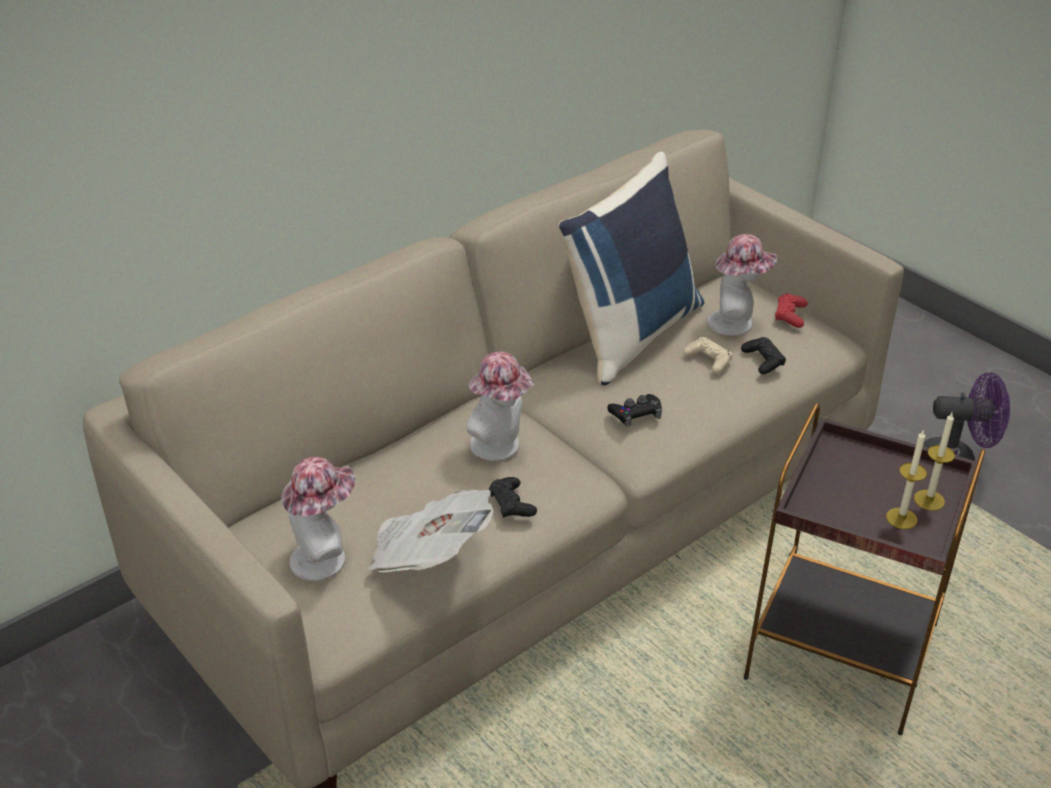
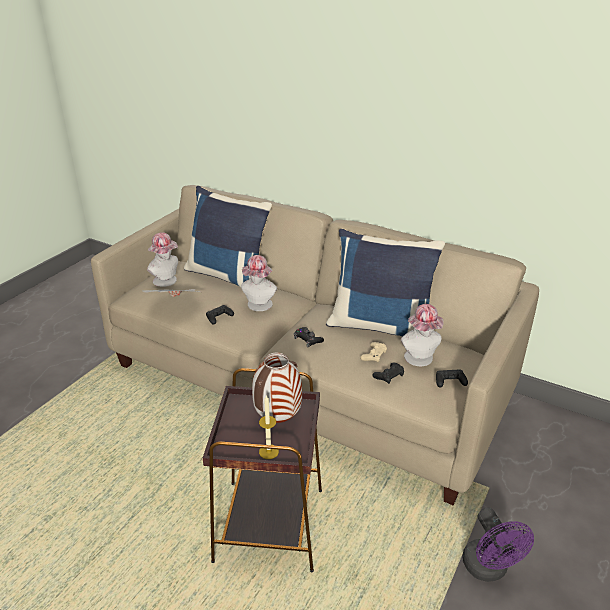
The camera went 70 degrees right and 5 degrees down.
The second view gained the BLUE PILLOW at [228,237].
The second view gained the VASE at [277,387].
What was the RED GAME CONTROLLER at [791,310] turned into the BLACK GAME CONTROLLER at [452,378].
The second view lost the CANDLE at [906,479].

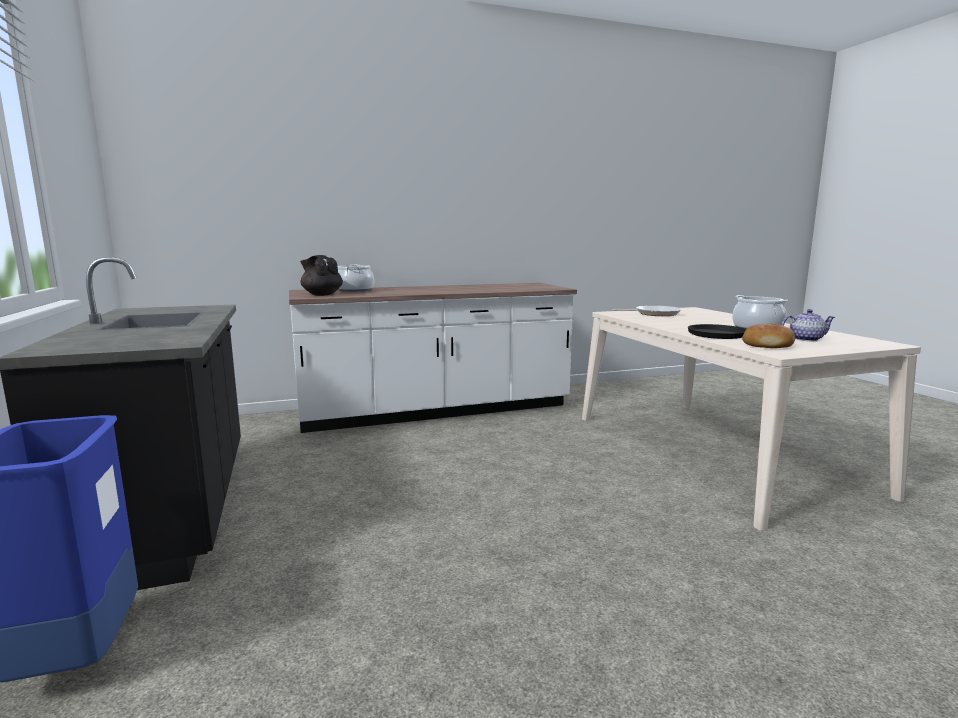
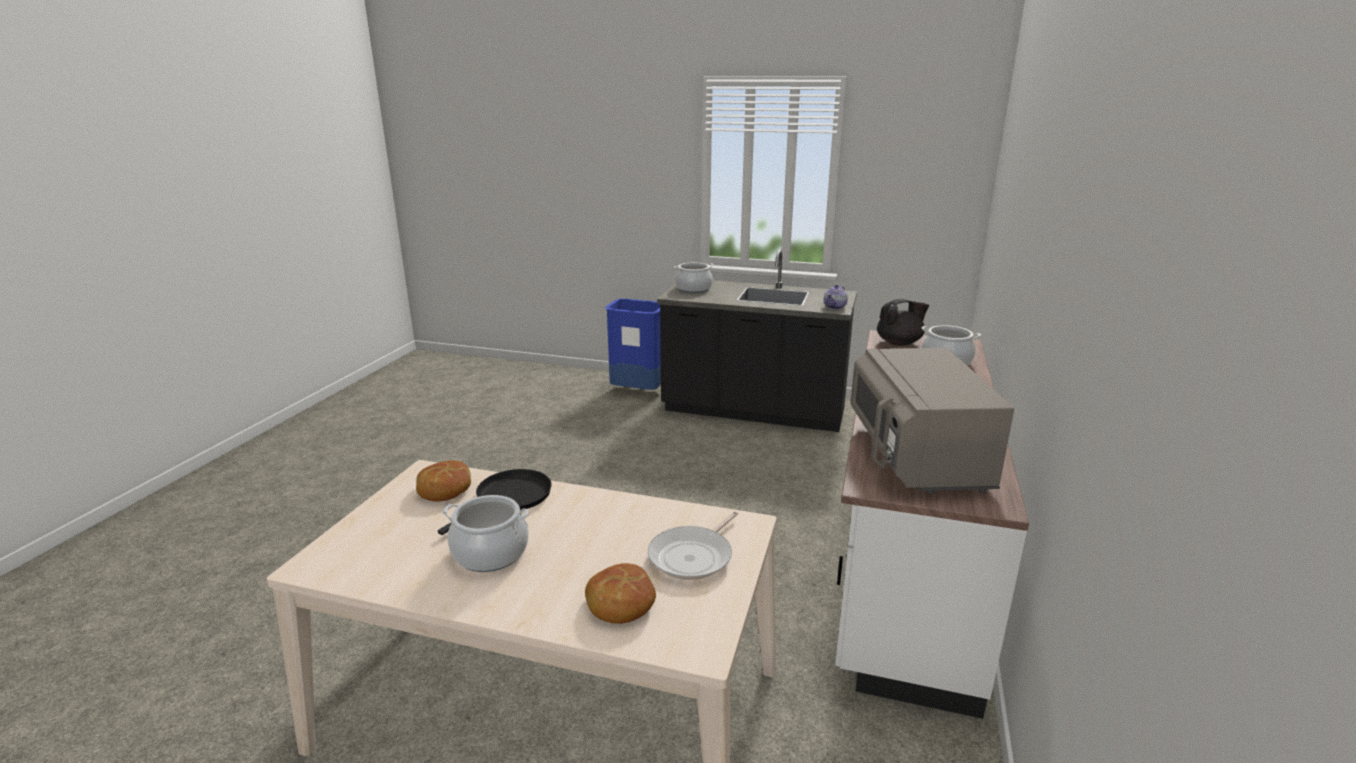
The camera went 125 degrees right and 10 degrees up.
The second view gained the BREAD at [620,593].
The second view gained the COOKING POT at [694,278].
The TEAPOT ended up elsewhere, having gone from [808,325] to [836,297].
The second view gained the GREY MICROWAVE at [932,421].

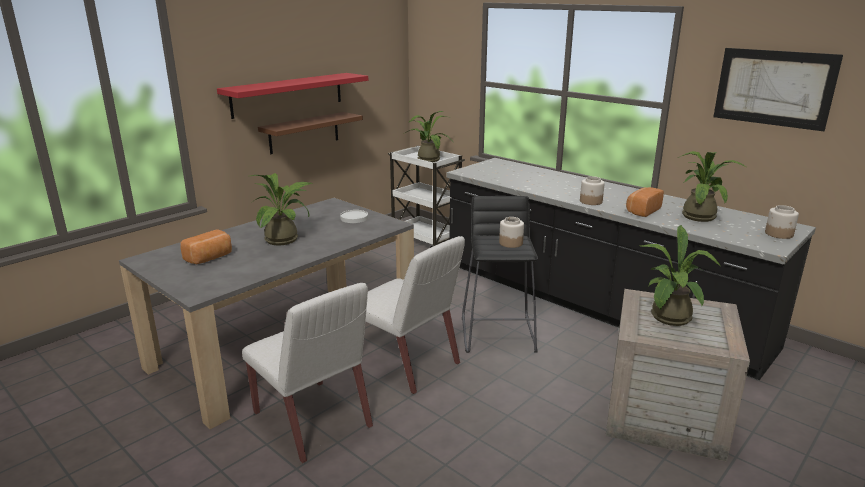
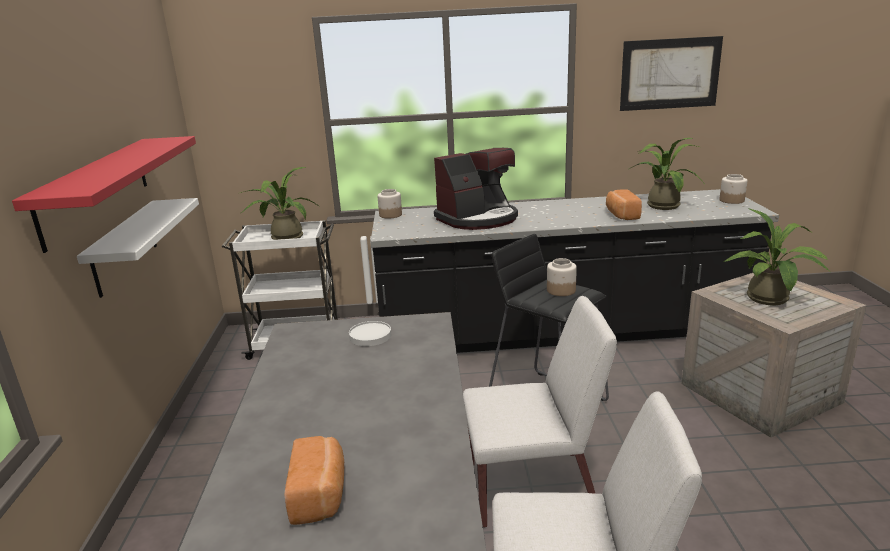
The camera went 45 degrees left and 0 degrees up.
What was the BROWN SHELF at [310,133] turned into the WHITE SHELF at [138,248].
The JAR ended up elsewhere, having gone from [592,190] to [389,204].
The second view gained the COFFEE MACHINE at [476,189].
The second view lost the POTTED PLANT at [282,209].

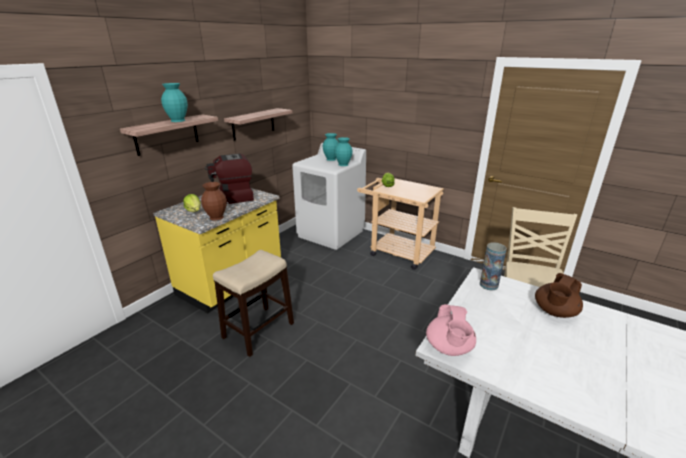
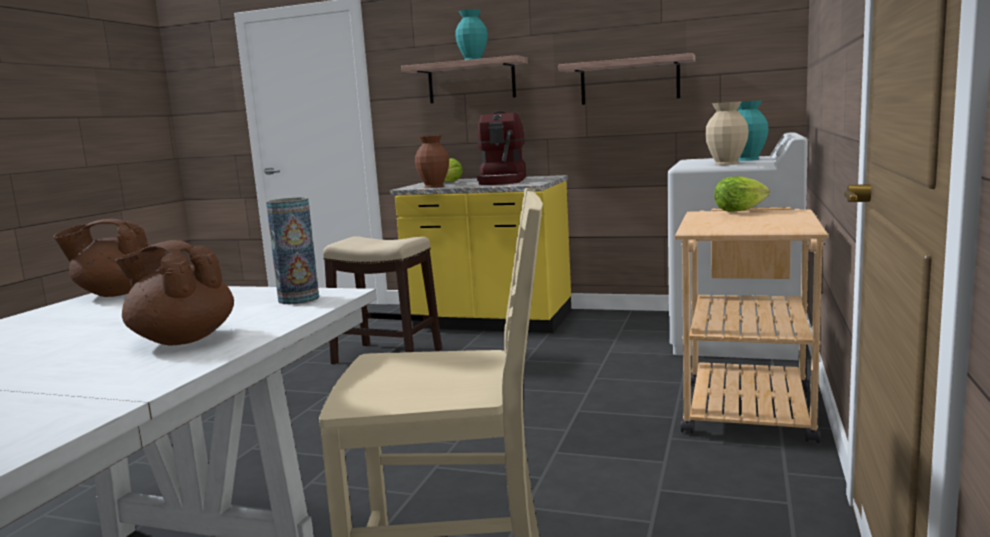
The camera went 75 degrees right and 15 degrees down.
What was the PINK TEAPOT at [451,330] turned into the BROWN TEAPOT at [100,258].
The COFFEE MACHINE at [229,179] ended up facing another way, 135 degrees counterclockwise from before.
What was the TURQUOISE VASE at [344,151] turned into the BEIGE VASE at [727,133].

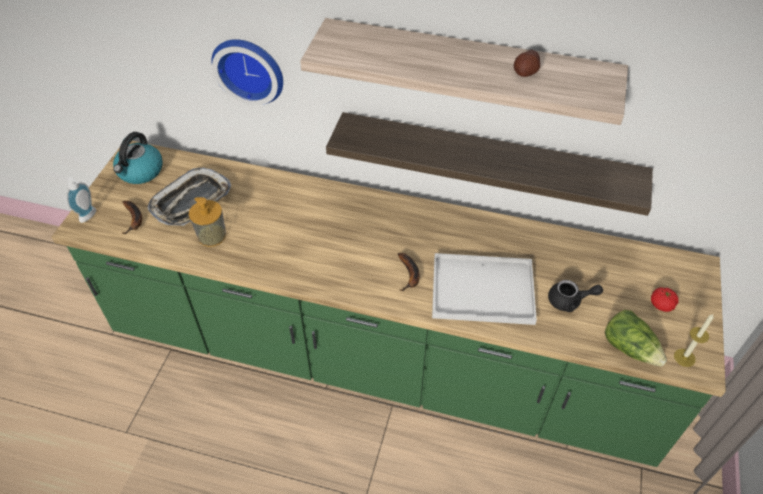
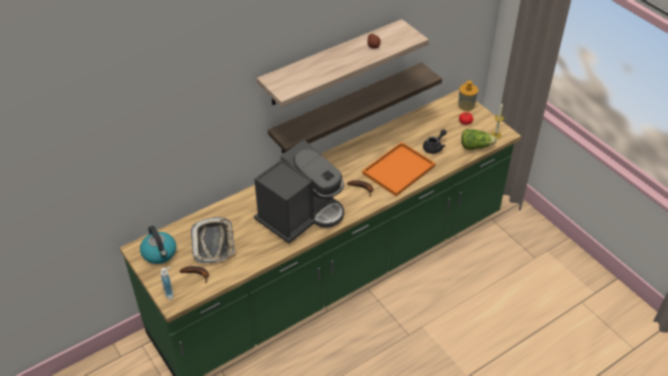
The camera went 50 degrees left and 5 degrees down.
The second view gained the COFFEE MACHINE at [299,191].
What was the WHITE TRAY at [484,289] turned into the ORANGE TRAY at [399,169].
The SOAP DISPENSER ended up elsewhere, having gone from [207,222] to [468,95].
The second view lost the WALL CLOCK at [247,72].

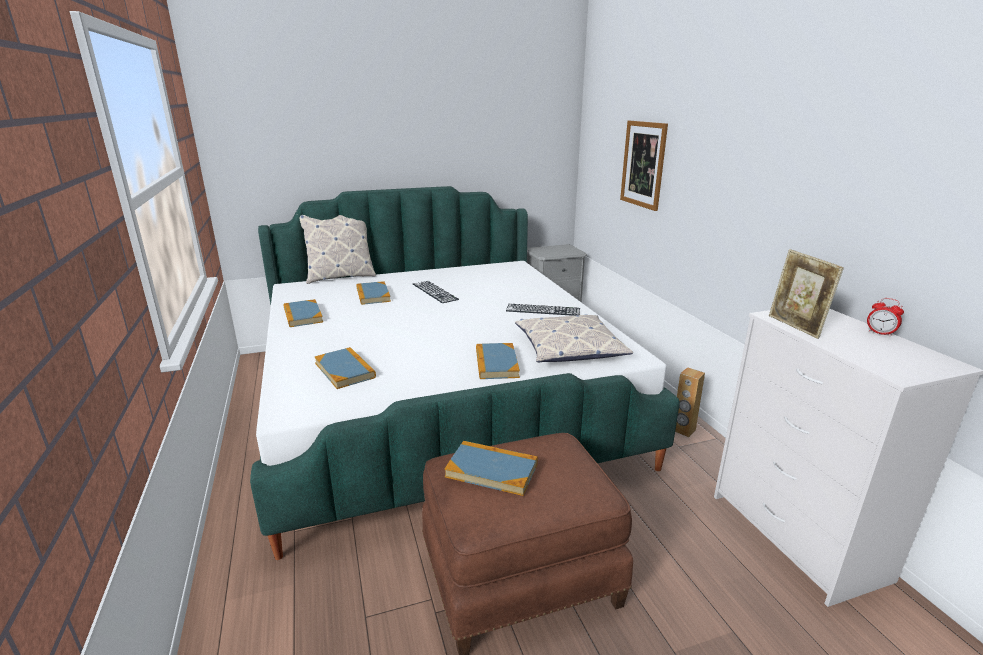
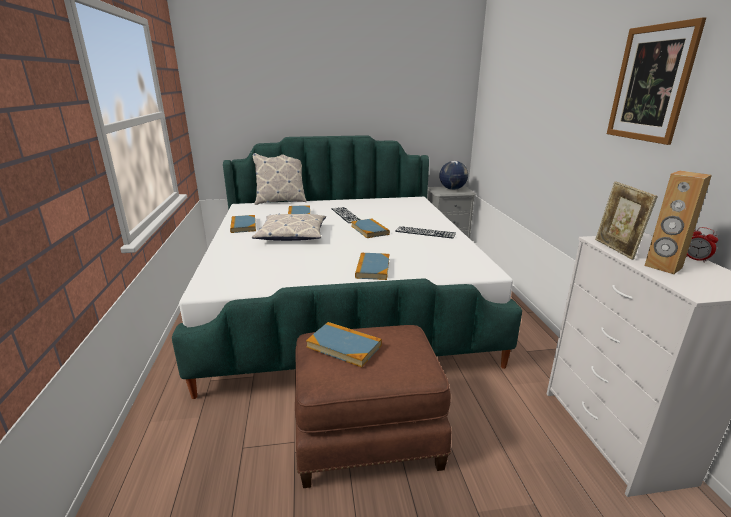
The camera went 10 degrees right and 0 degrees up.
The PILLOW ended up elsewhere, having gone from [574,338] to [289,227].
The BOOK ended up elsewhere, having gone from [345,368] to [370,228].
The second view gained the GLOBE at [453,175].
The PICTURE ended up elsewhere, having gone from [644,166] to [656,81].
The BROWN SPEAKER ended up elsewhere, having gone from [690,402] to [678,222].

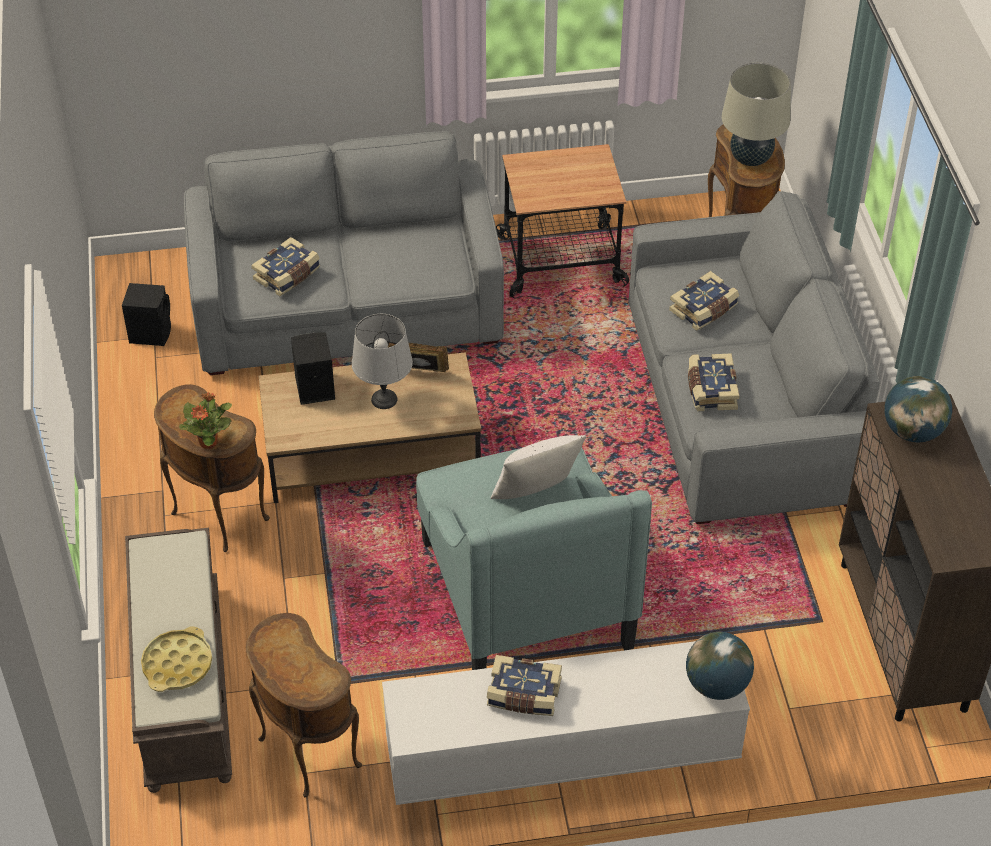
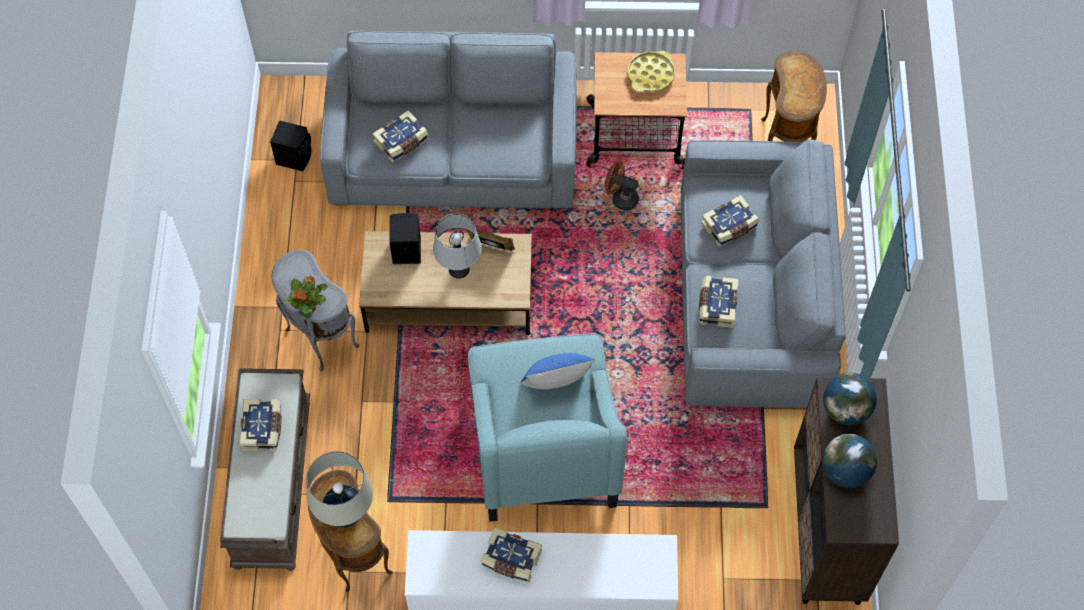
The camera went 10 degrees right and 15 degrees up.
The second view gained the BOOK at [260,425].
What was the BROWN SIDE TABLE at [212,468] turned into the GREY SIDE TABLE at [316,310].
The BEIGE TABLE LAMP ended up elsewhere, having gone from [756,114] to [339,489].
What was the WHITE PILLOW at [538,467] turned into the BLUE PILLOW at [557,371].
The second view gained the BROWN FAN at [622,185].
The YELLOW TRAY ended up elsewhere, having gone from [176,659] to [651,71].
The GLOBE ended up elsewhere, having gone from [720,666] to [849,461].

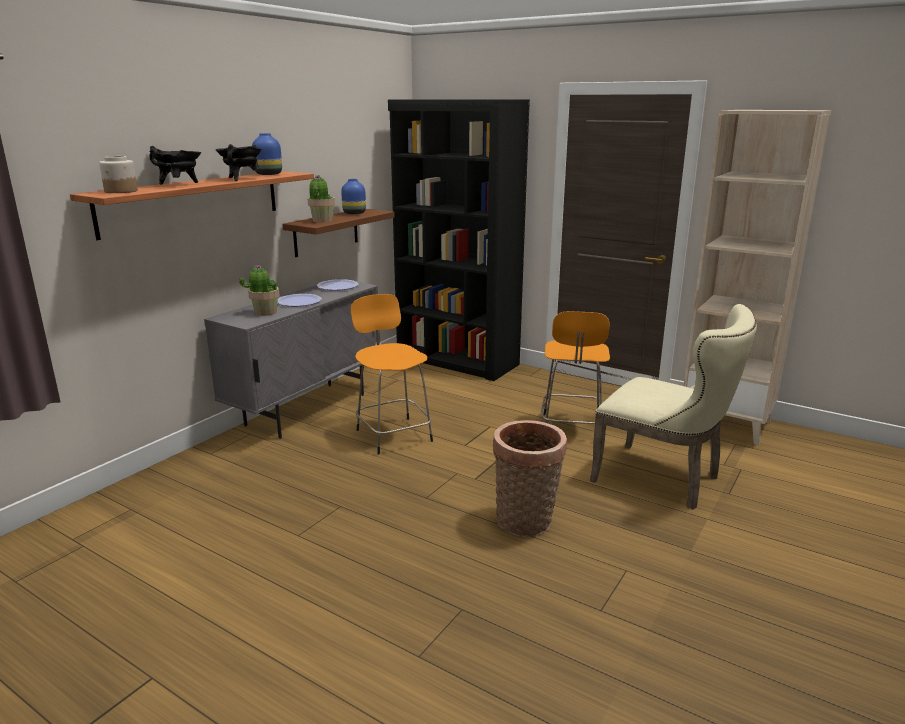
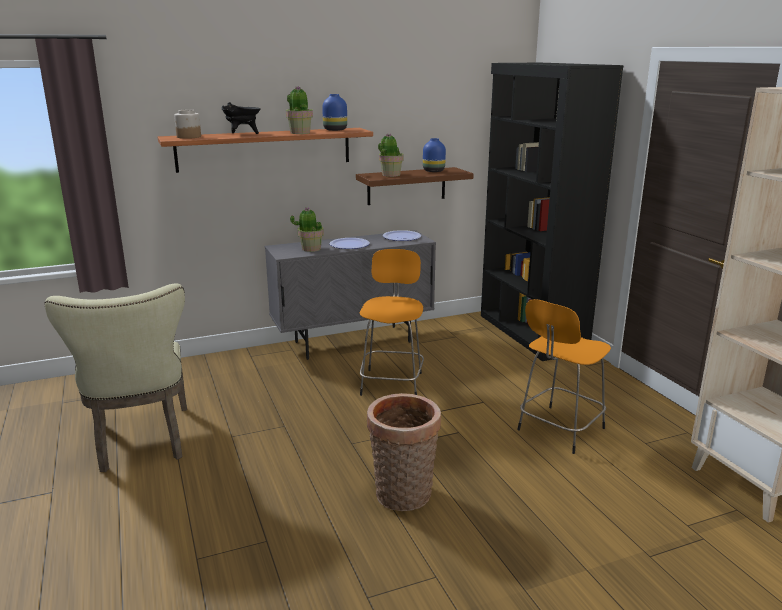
The camera went 35 degrees right and 0 degrees up.
The BEIGE CHAIR ended up elsewhere, having gone from [673,406] to [115,377].
Where the BLACK COOKING POT stood at [239,162], the POTTED PLANT came to stand at [299,110].

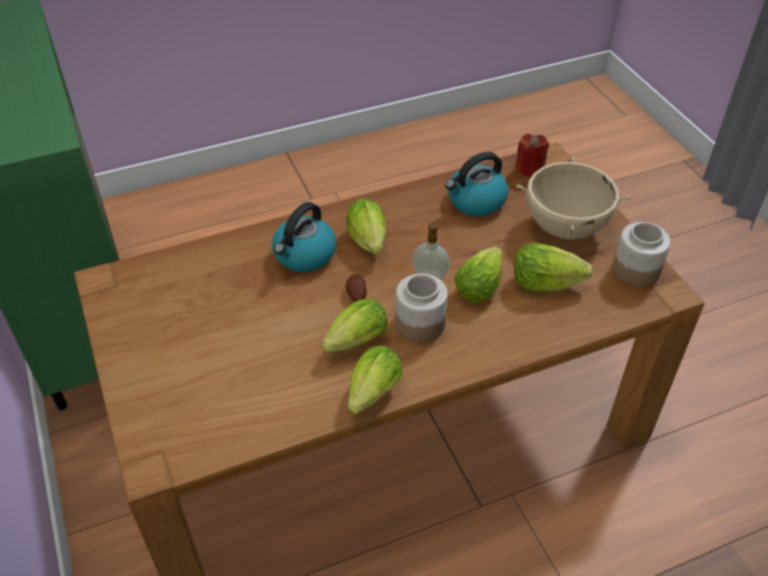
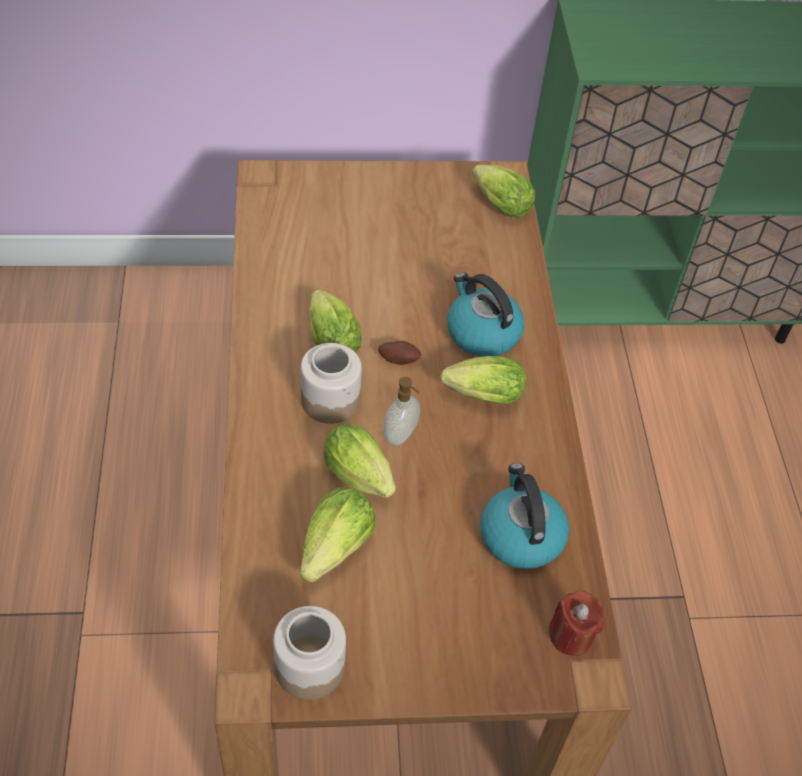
The camera went 105 degrees right and 5 degrees up.
The LETTUCE ended up elsewhere, having gone from [375,379] to [503,191].
The second view lost the BEIGE COOKING POT at [573,197].

